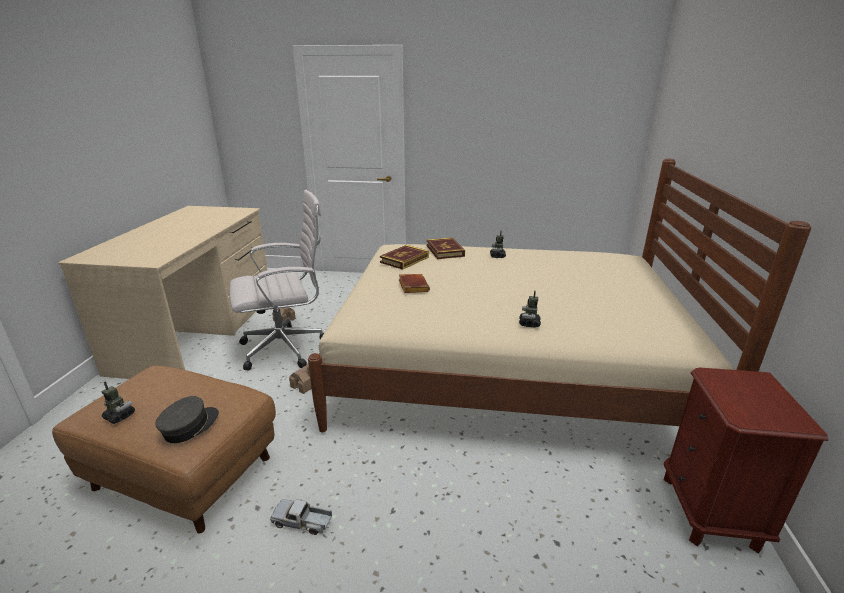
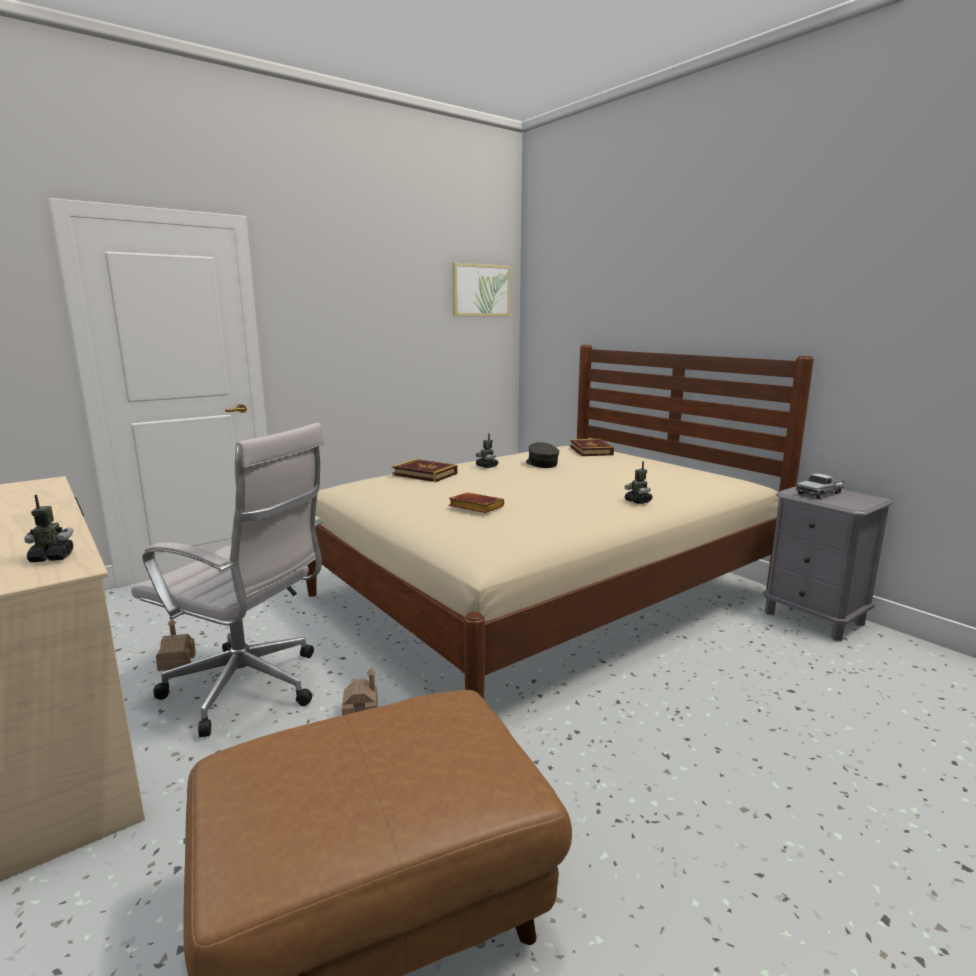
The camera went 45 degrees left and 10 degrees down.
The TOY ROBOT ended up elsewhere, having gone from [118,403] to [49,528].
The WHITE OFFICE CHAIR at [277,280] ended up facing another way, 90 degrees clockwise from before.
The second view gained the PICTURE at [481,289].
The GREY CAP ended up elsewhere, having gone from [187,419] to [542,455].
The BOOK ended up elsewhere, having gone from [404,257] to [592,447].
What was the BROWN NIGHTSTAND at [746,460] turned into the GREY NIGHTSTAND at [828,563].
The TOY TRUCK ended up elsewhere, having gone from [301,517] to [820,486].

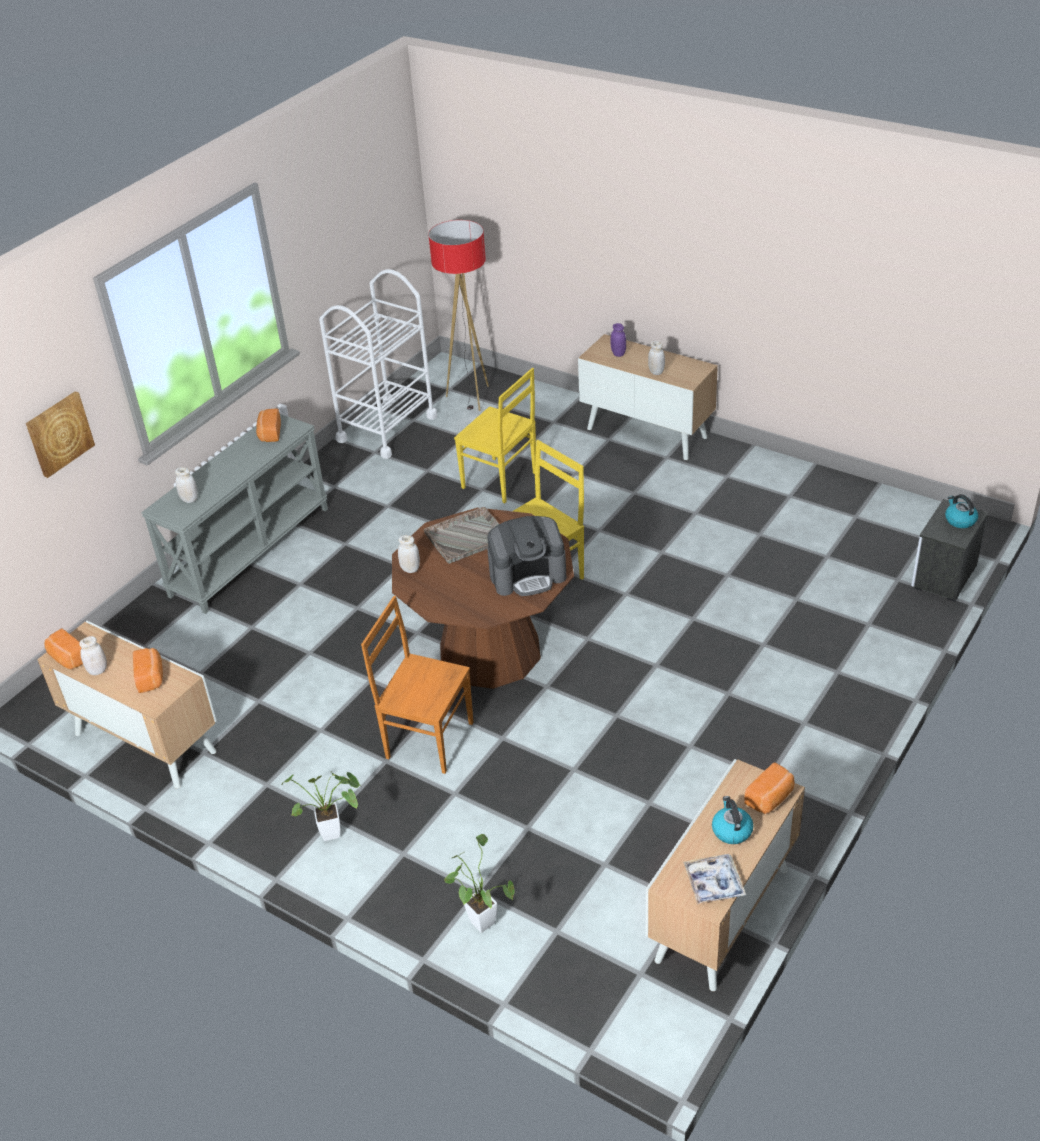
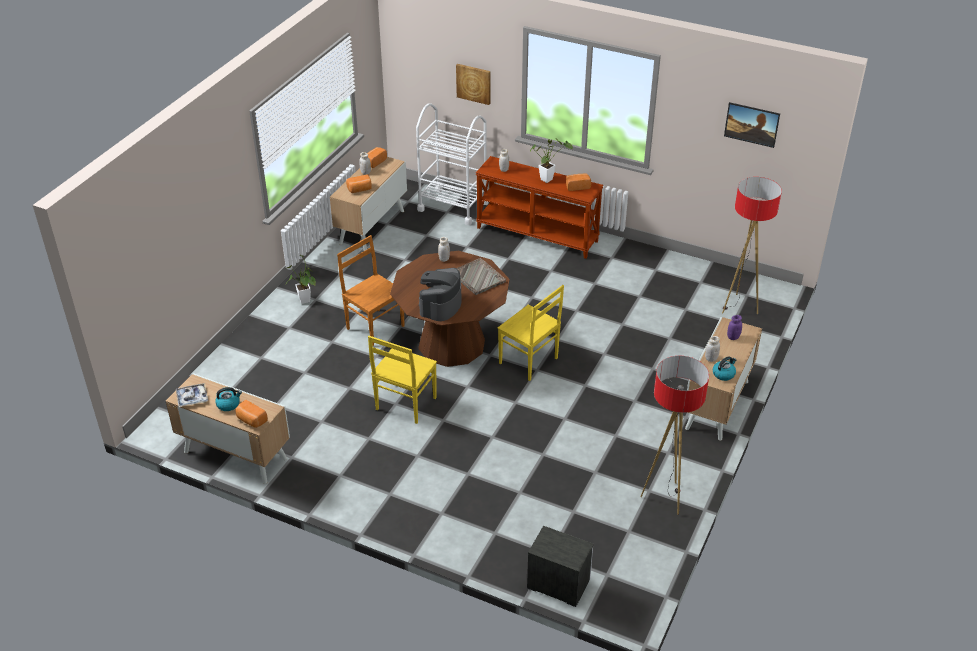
The camera went 80 degrees right and 0 degrees up.
The BROWN CHAIR at [417,685] ended up facing another way, 60 degrees counterclockwise from before.
The YELLOW CHAIR ended up elsewhere, having gone from [495,435] to [402,380].
The WHITE CART ended up elsewhere, having gone from [378,364] to [452,164].
The COFFEE MACHINE at [526,556] ended up facing another way, 45 degrees clockwise from before.
What was the GREY CONSOLE TABLE at [234,514] turned into the BROWN CONSOLE TABLE at [539,207].
The POTTED PLANT ended up elsewhere, having gone from [479,883] to [551,161].
The second view gained the FLOOR LAMP at [675,435].
The KETTLE ended up elsewhere, having gone from [961,511] to [724,368].
The second view gained the PICTURE at [752,125].

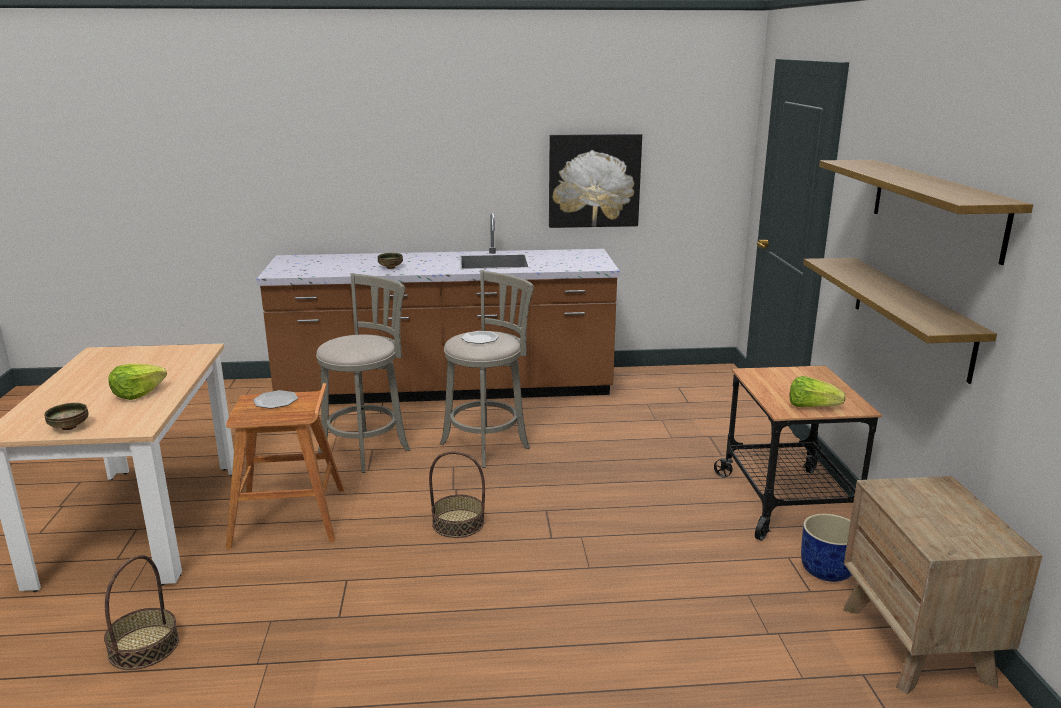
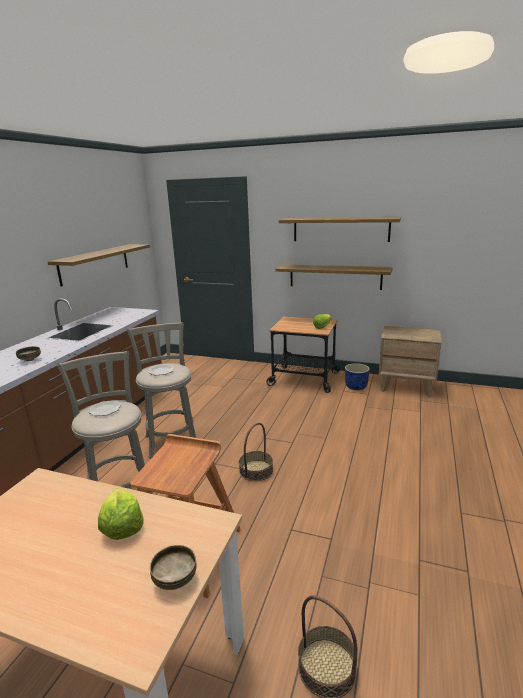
The camera went 65 degrees left and 0 degrees up.
Where the PICTURE hung at [595,181], the SHELF came to hang at [99,265].
The PLATE ended up elsewhere, having gone from [275,399] to [104,408].

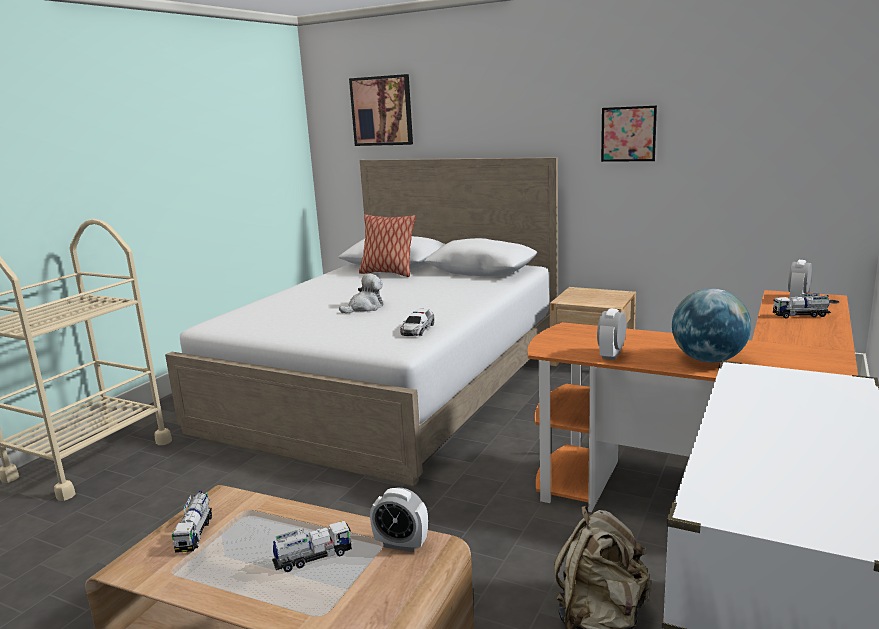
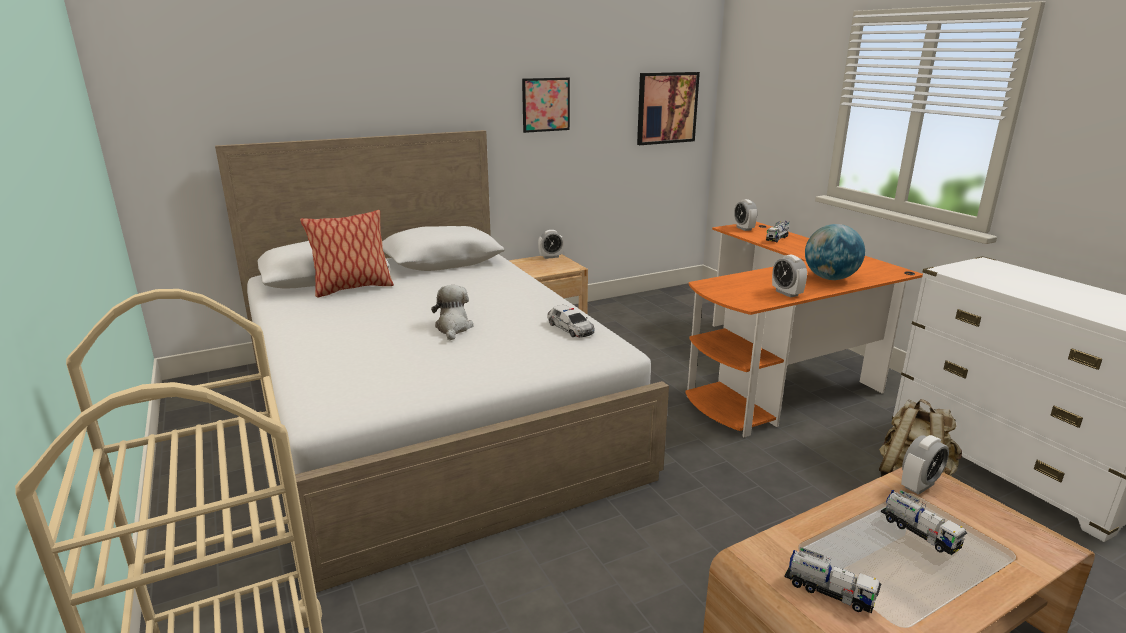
The camera went 55 degrees left and 5 degrees up.
The second view gained the ALARM CLOCK at [551,244].
The PICTURE ended up elsewhere, having gone from [381,110] to [668,108].
The TOY TRUCK at [312,546] ended up facing another way, 135 degrees clockwise from before.

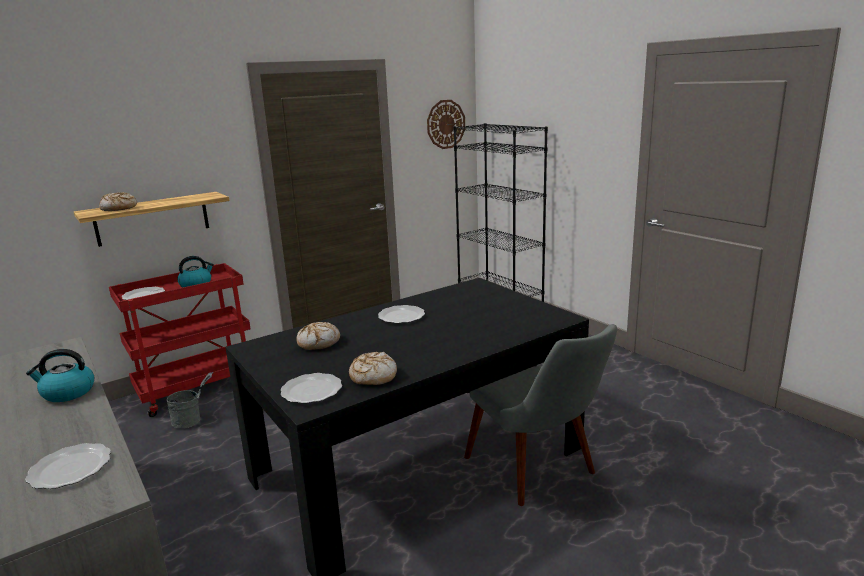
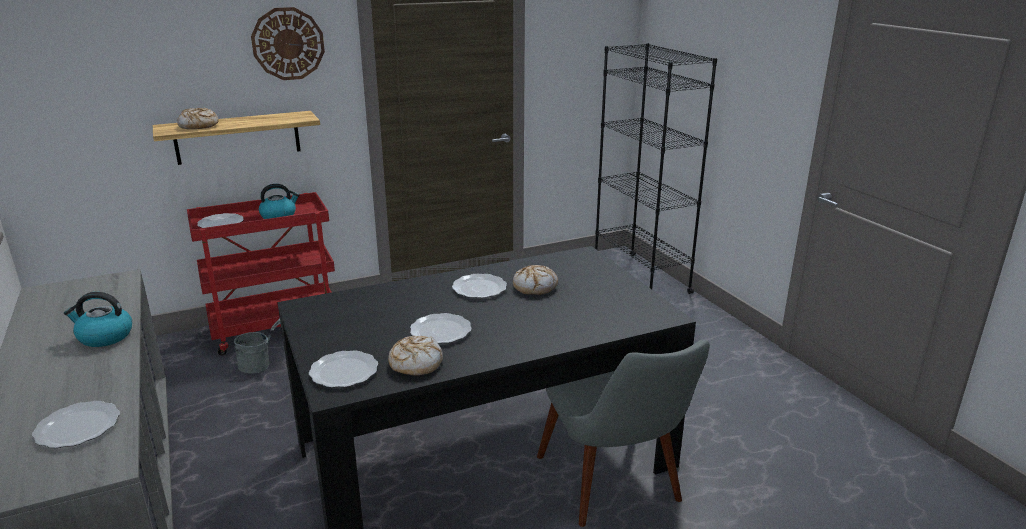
The camera went 10 degrees right and 5 degrees up.
The WALL CLOCK ended up elsewhere, having gone from [446,124] to [288,43].
The second view gained the PLATE at [441,328].
The BREAD ended up elsewhere, having gone from [318,336] to [535,280].

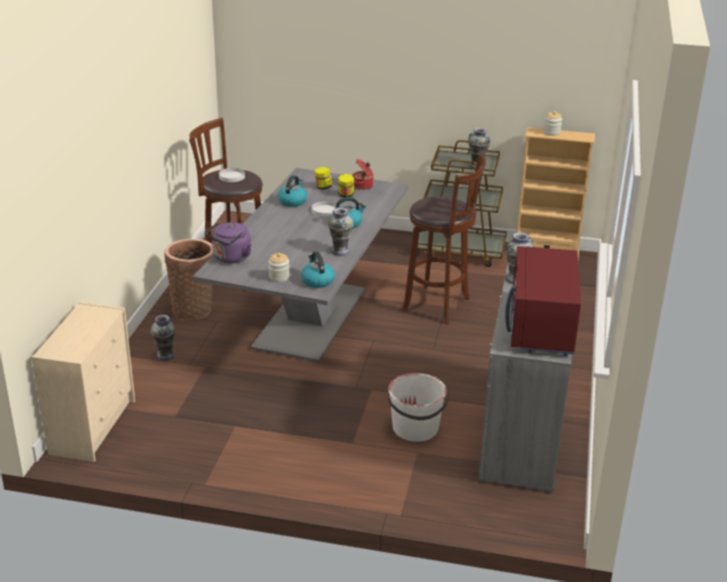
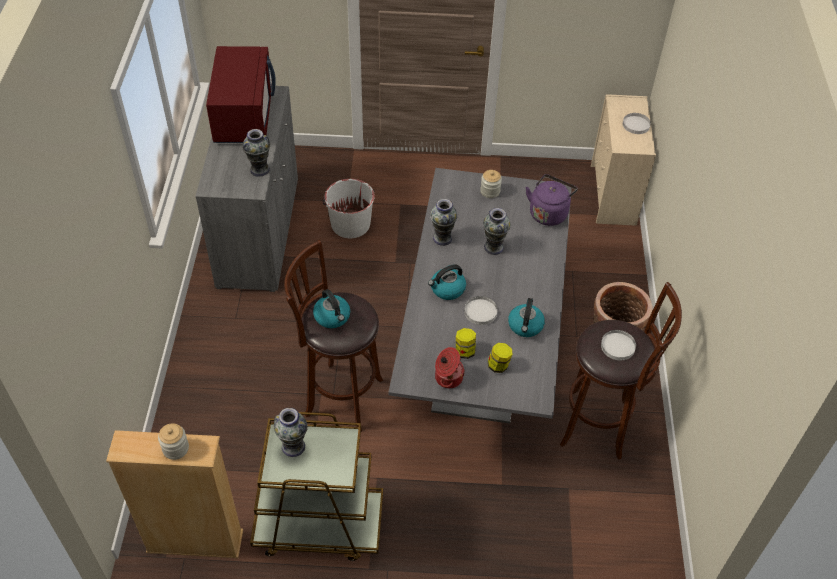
The camera went 170 degrees right and 20 degrees up.
The KETTLE ended up elsewhere, having gone from [318,270] to [331,308].
The VASE ended up elsewhere, having gone from [163,338] to [497,231].
The second view gained the WHITE PLATE at [637,123].

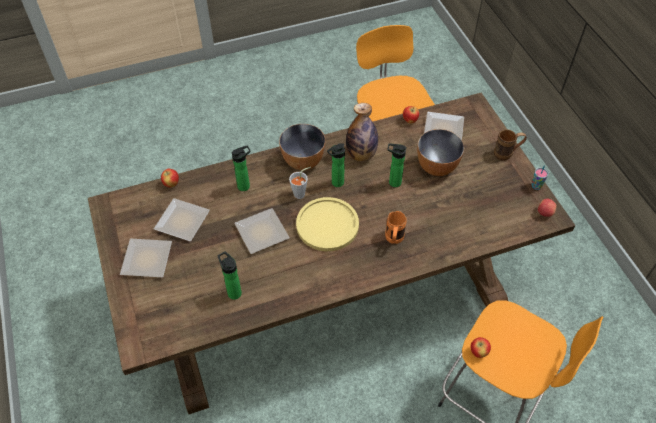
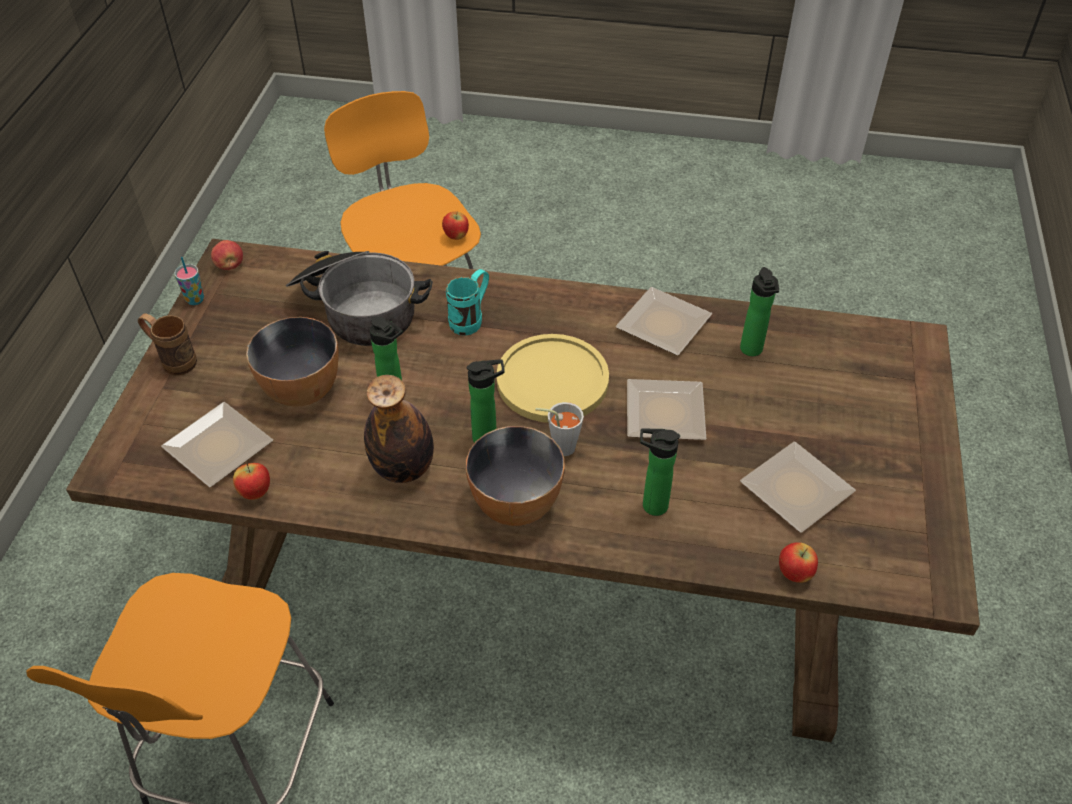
The camera went 150 degrees left and 5 degrees down.
The second view gained the COOKING POT at [359,298].
What was the ORANGE MUG at [395,227] turned into the TURQUOISE MUG at [467,302].
The PLATE ended up elsewhere, having gone from [146,258] to [664,321].

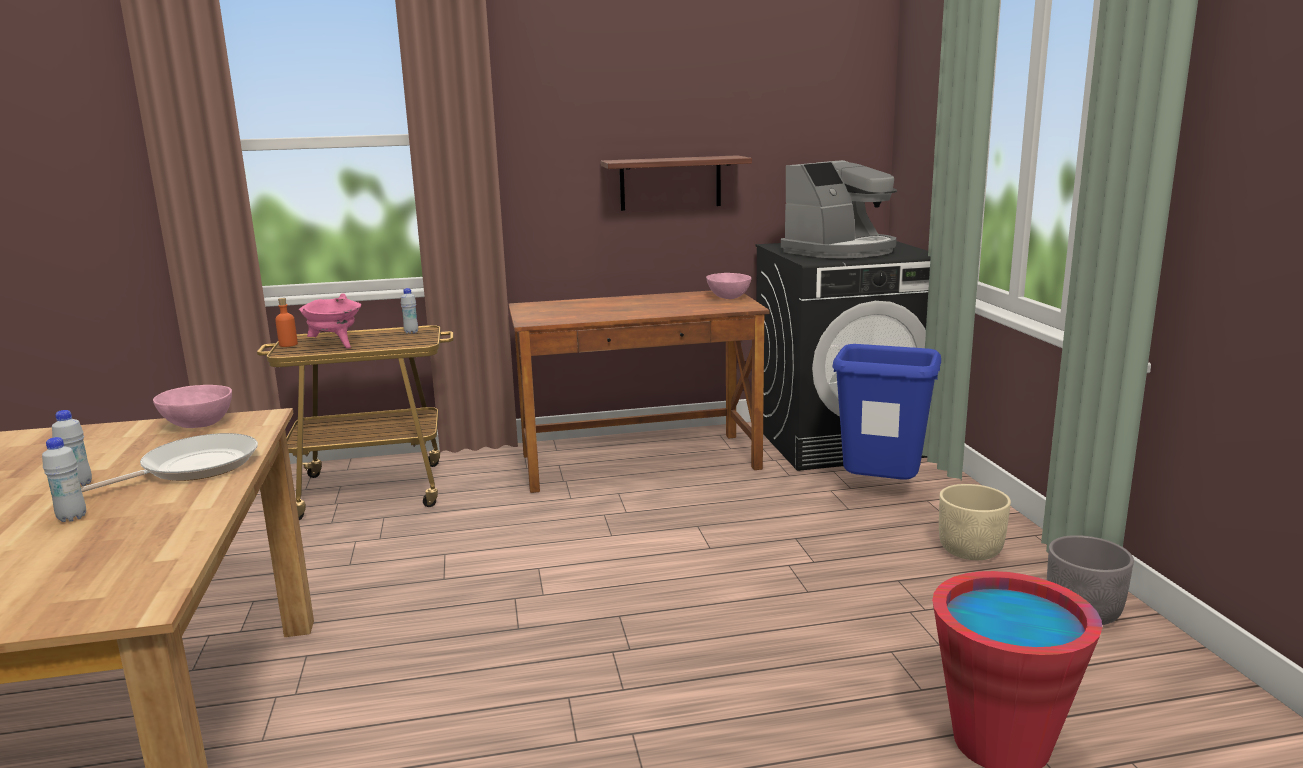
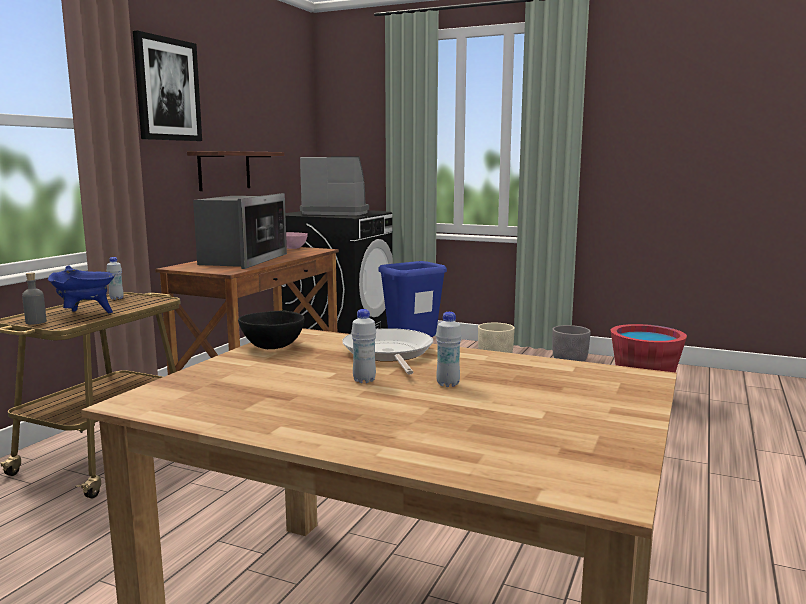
The camera went 55 degrees left and 5 degrees down.
What was the ORANGE BOTTLE at [286,322] turned into the GREY BOTTLE at [34,299].
What was the PINK COOKING POT at [330,321] turned into the BLUE COOKING POT at [81,289].
The second view gained the PICTURE at [167,85].
The second view gained the MICROWAVE at [240,231].
What was the PINK BOWL at [192,406] turned into the BLACK BOWL at [271,330].
The COFFEE MACHINE at [839,209] ended up facing another way, 75 degrees counterclockwise from before.

